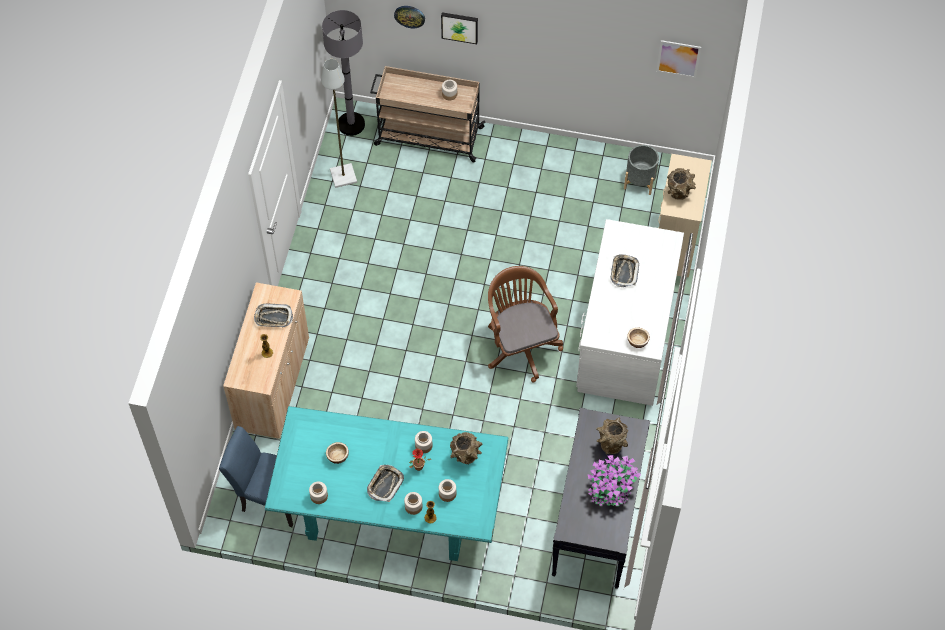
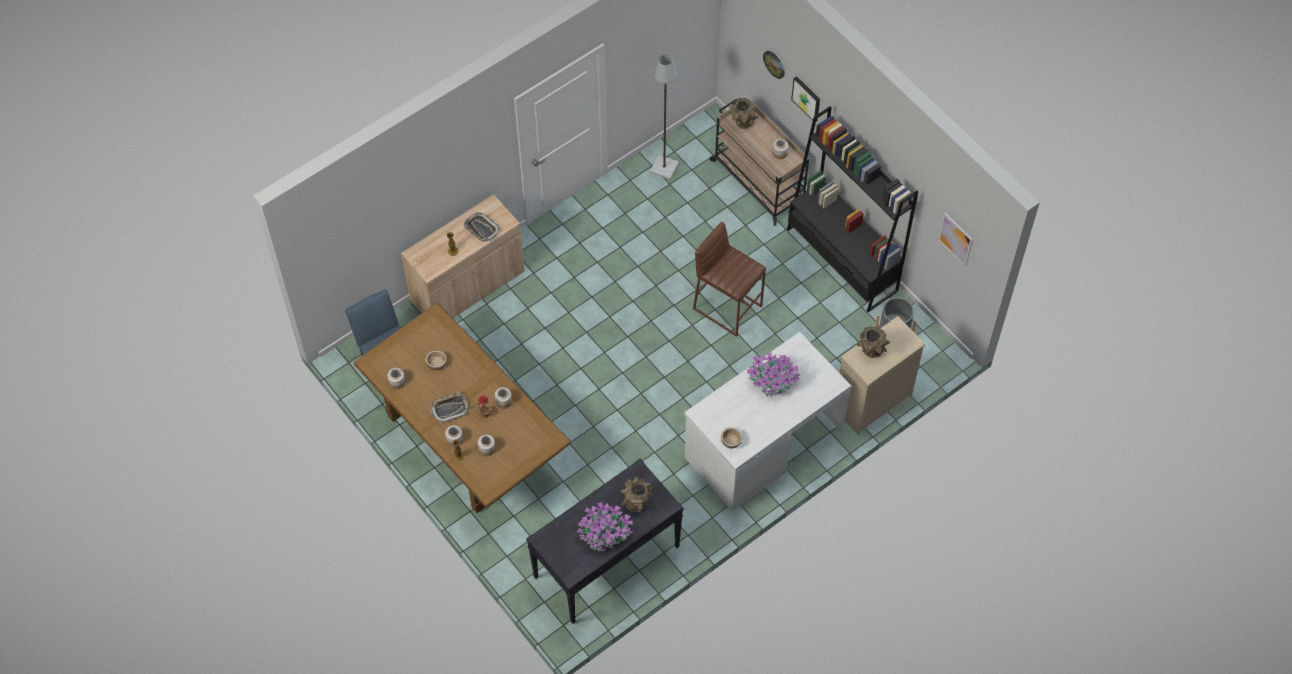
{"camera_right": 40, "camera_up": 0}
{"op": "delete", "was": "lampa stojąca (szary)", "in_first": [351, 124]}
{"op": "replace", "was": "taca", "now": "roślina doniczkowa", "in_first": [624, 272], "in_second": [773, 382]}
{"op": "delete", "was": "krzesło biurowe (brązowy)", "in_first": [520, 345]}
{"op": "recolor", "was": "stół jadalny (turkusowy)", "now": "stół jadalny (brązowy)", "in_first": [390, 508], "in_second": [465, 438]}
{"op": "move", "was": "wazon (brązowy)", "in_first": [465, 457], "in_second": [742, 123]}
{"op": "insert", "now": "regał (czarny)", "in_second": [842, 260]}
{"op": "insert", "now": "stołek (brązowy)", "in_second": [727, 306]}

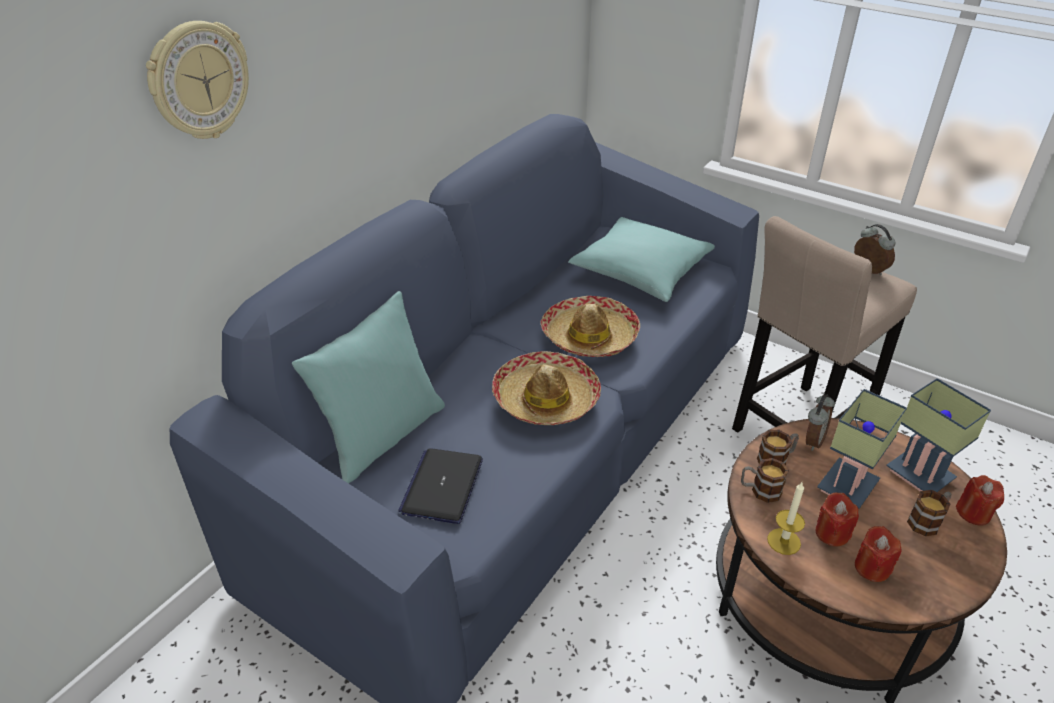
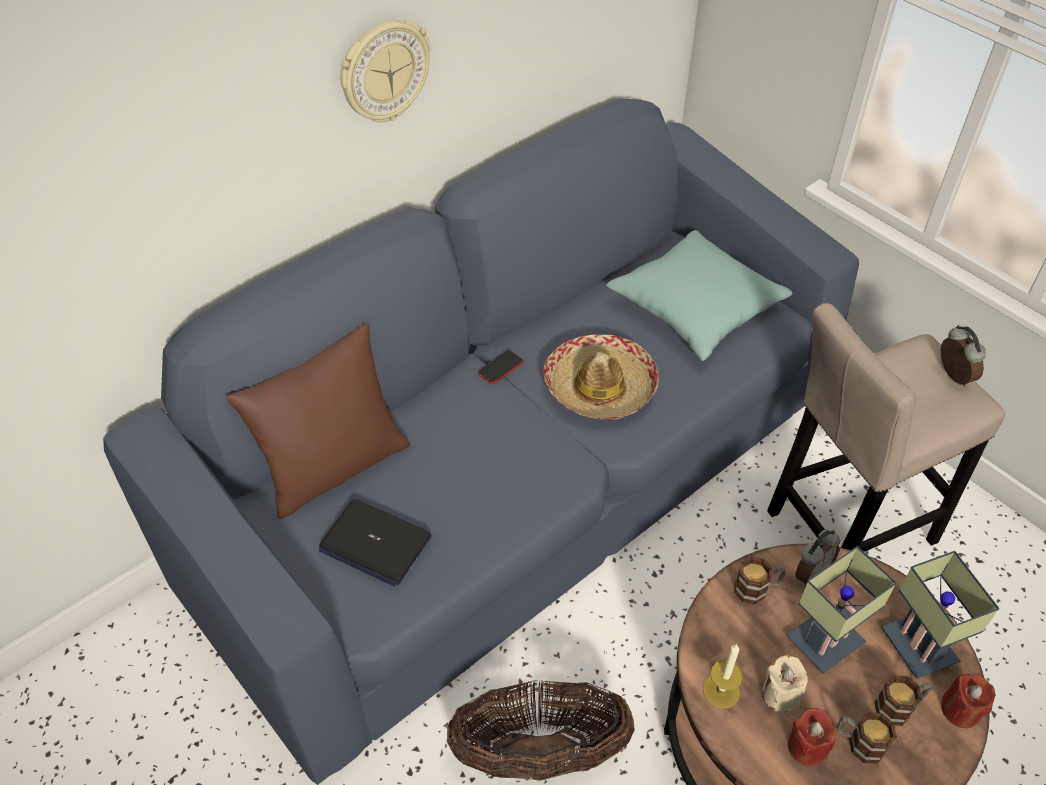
{"camera_right": 15, "camera_up": 10}
{"op": "move", "was": "zegar ścienny", "in_first": [199, 81], "in_second": [384, 71]}
{"op": "recolor", "was": "poduszka (turkusowy)", "now": "poduszka (brązowy)", "in_first": [382, 436], "in_second": [334, 468]}
{"op": "delete", "was": "kapelusz", "in_first": [545, 399]}
{"op": "rotate", "was": "laptop", "in_first": [442, 486], "in_second": [374, 543], "clockwise": -90}
{"op": "move", "was": "kubek", "in_first": [760, 490], "in_second": [859, 742]}
{"op": "recolor", "was": "świeca (czerwony)", "now": "świeca (beżowy)", "in_first": [831, 533], "in_second": [780, 694]}
{"op": "insert", "now": "telefon", "in_second": [500, 368]}
{"op": "insert", "now": "koszyk", "in_second": [539, 753]}

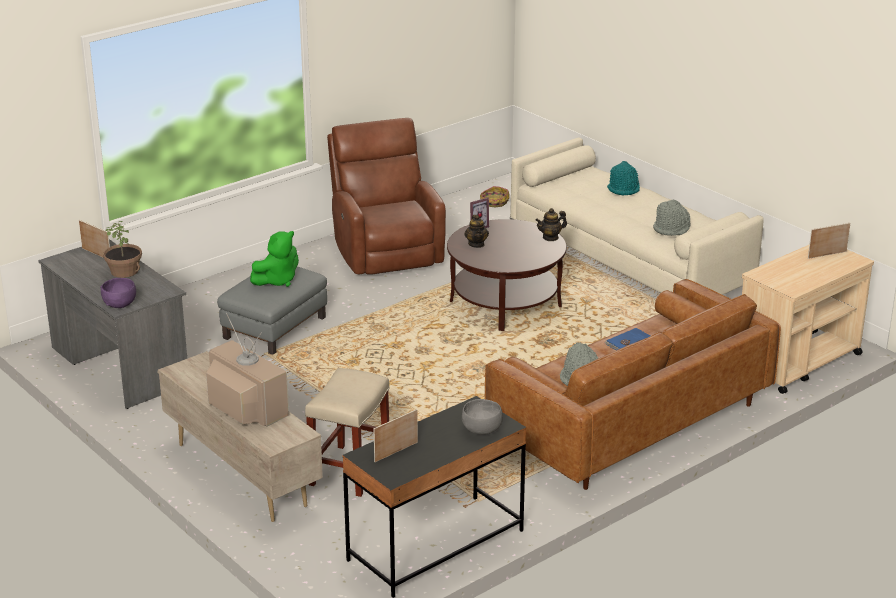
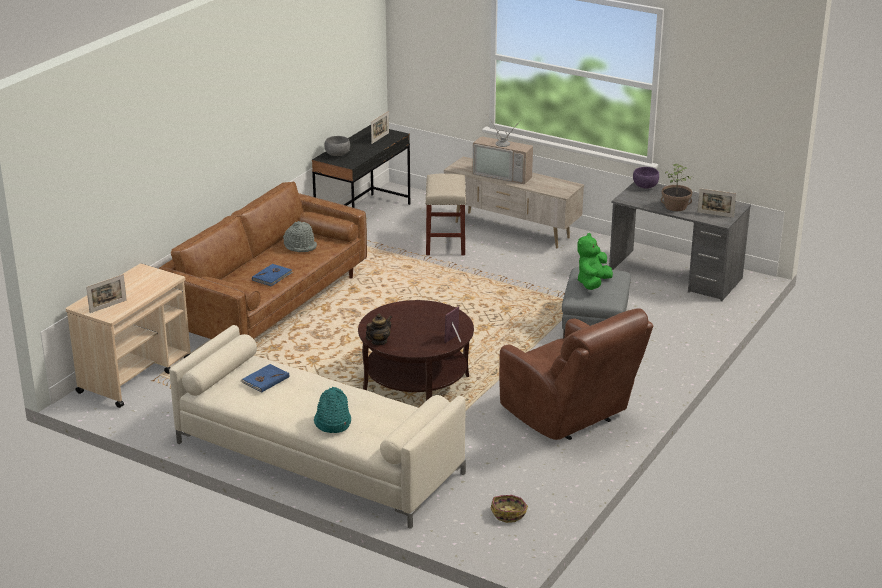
{"camera_right": 160, "camera_up": 0}
{"op": "replace", "was": "kapelusz (szary)", "now": "książka (niebieski)", "in_first": [672, 229], "in_second": [265, 380]}
{"op": "delete", "was": "imbryk", "in_first": [476, 244]}

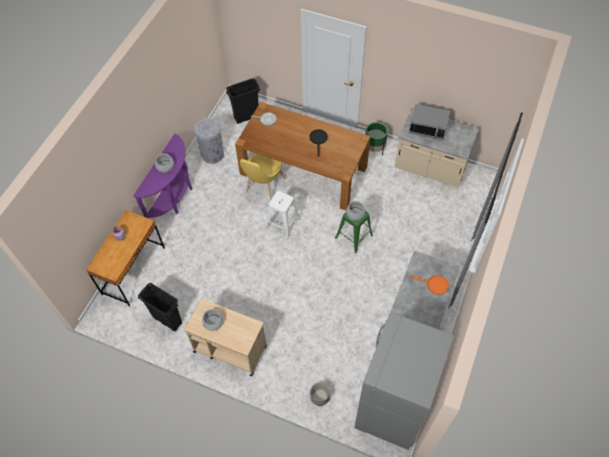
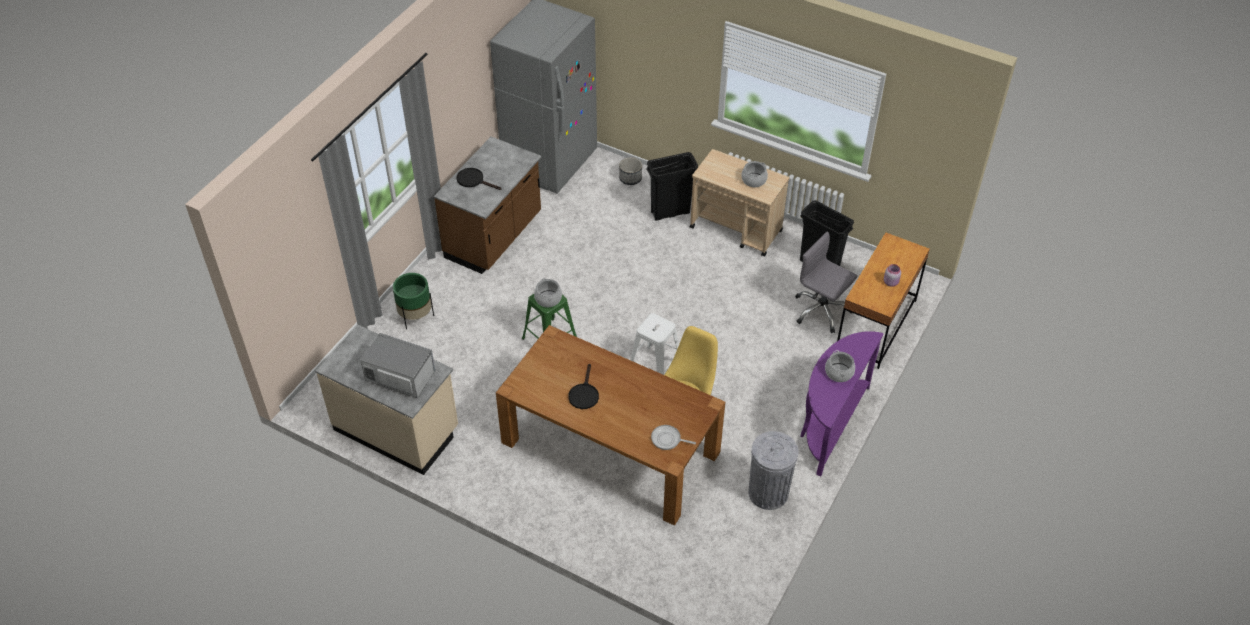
{"camera_right": -175, "camera_up": -10}
{"op": "move", "was": "kosz na śmieci (czarny)", "in_first": [246, 117], "in_second": [670, 212]}
{"op": "move", "was": "donica (zielony)", "in_first": [374, 149], "in_second": [415, 316]}
{"op": "recolor", "was": "patelnia (pomarańczowy)", "now": "patelnia (czarny)", "in_first": [434, 284], "in_second": [473, 180]}
{"op": "insert", "now": "krzesło biurowe (szary)", "in_second": [821, 310]}

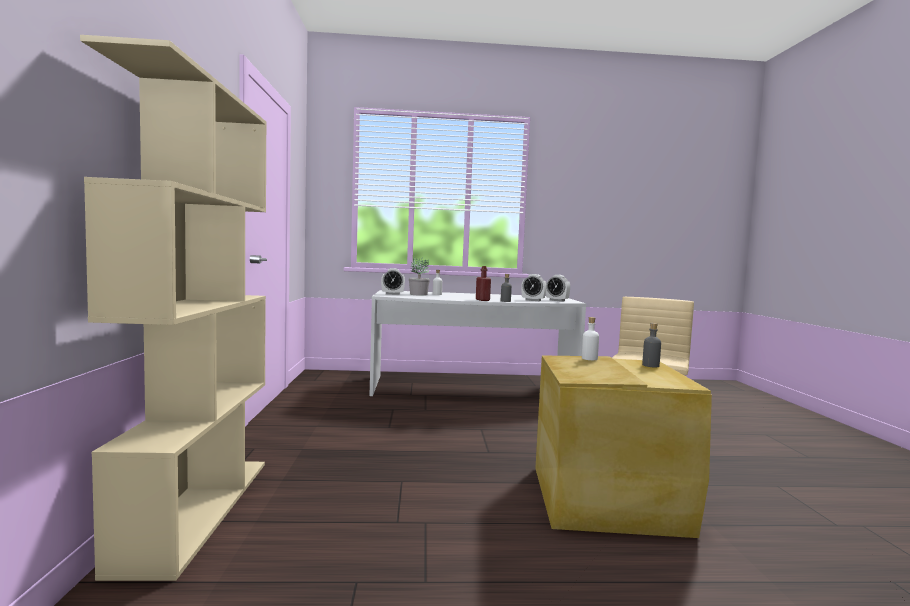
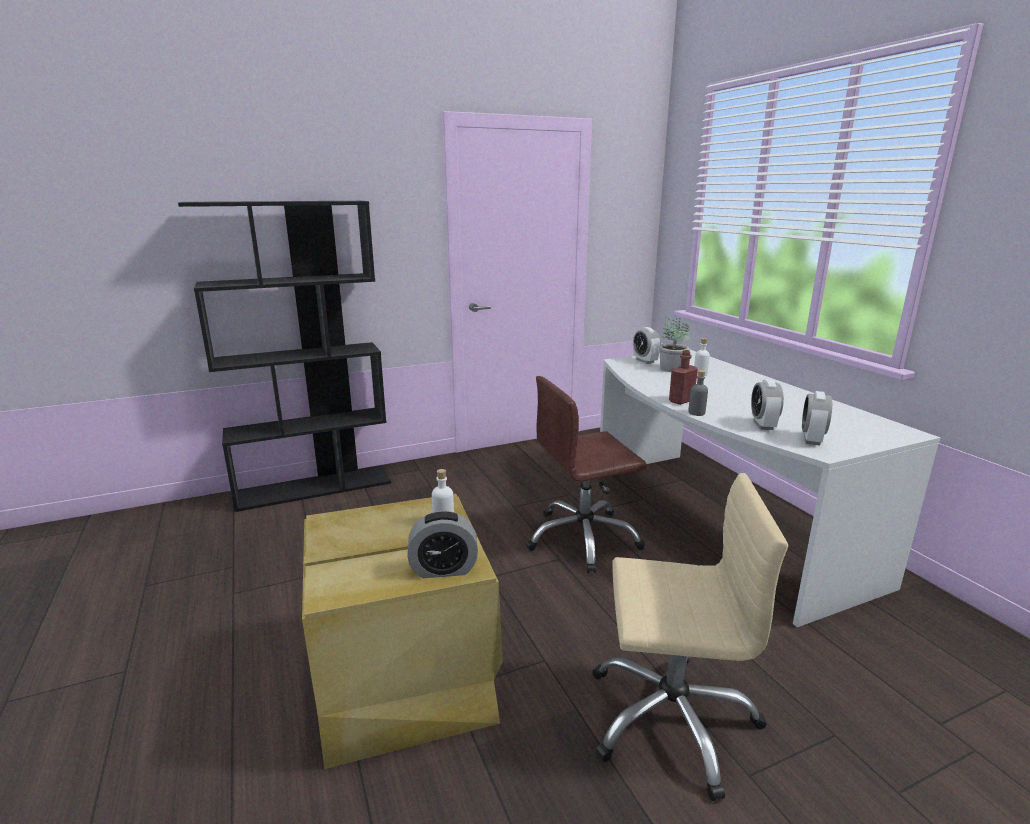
{"camera_right": 70, "camera_up": 15}
{"op": "recolor", "was": "regał (beżowy)", "now": "regał (czarny)", "in_first": [197, 509], "in_second": [315, 487]}
{"op": "replace", "was": "butelka (szary)", "now": "budzik", "in_first": [650, 365], "in_second": [443, 569]}
{"op": "insert", "now": "krzesło biurowe (brązowy)", "in_second": [583, 539]}

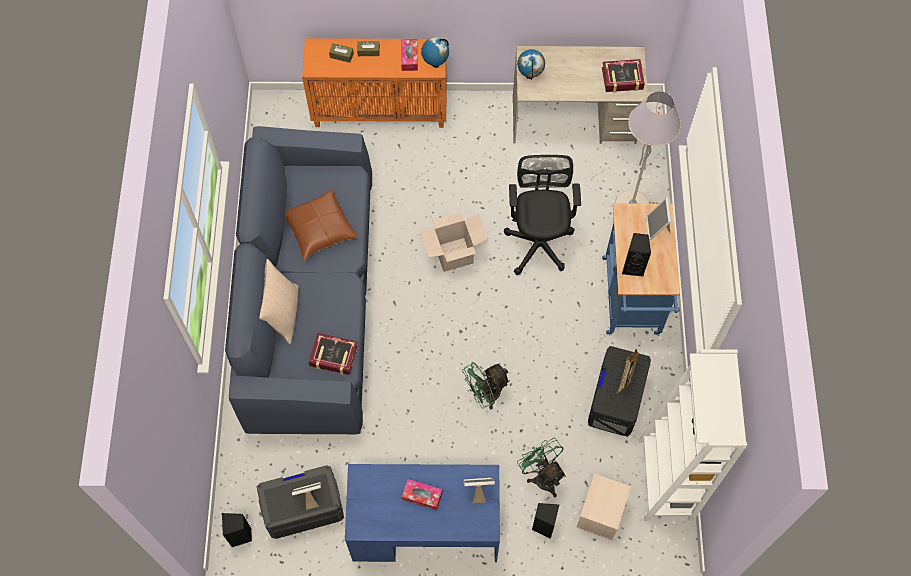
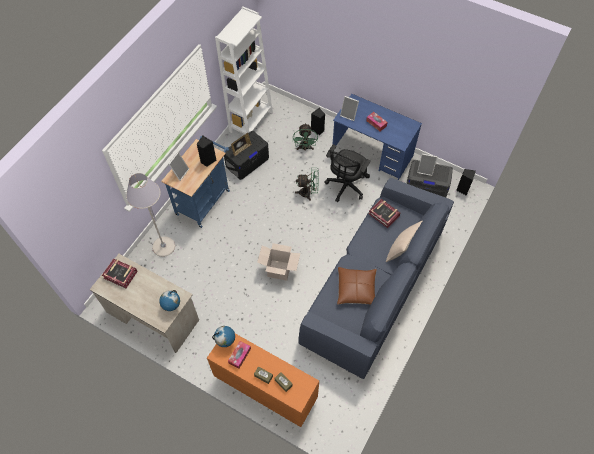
{"camera_right": -150, "camera_up": -5}
{"op": "move", "was": "krzesło biurowe (czarny)", "in_first": [539, 241], "in_second": [346, 186]}
{"op": "delete", "was": "pojemnik do przechowywania (beżowy)", "in_first": [601, 513]}

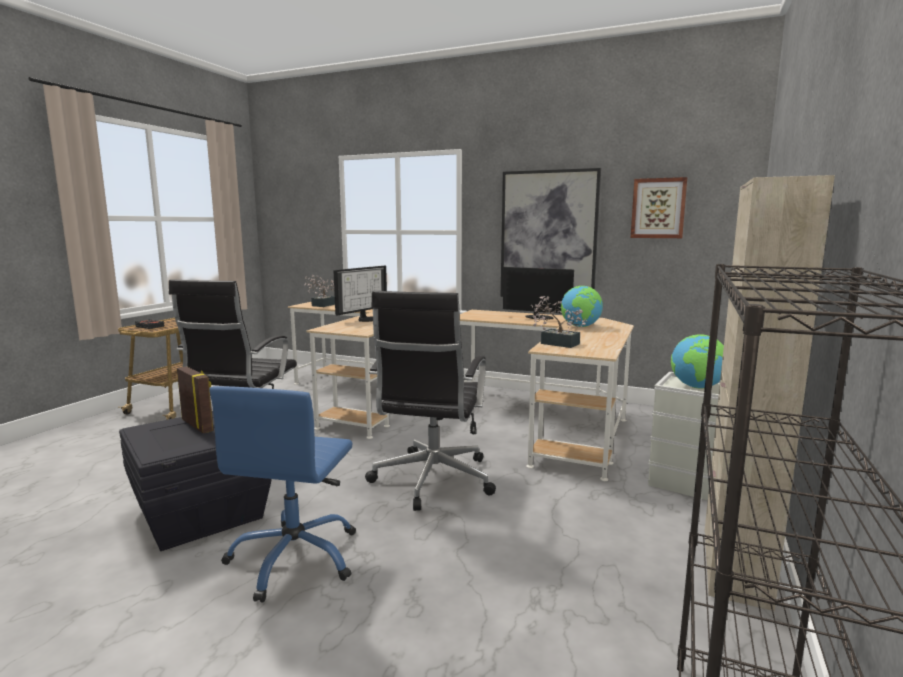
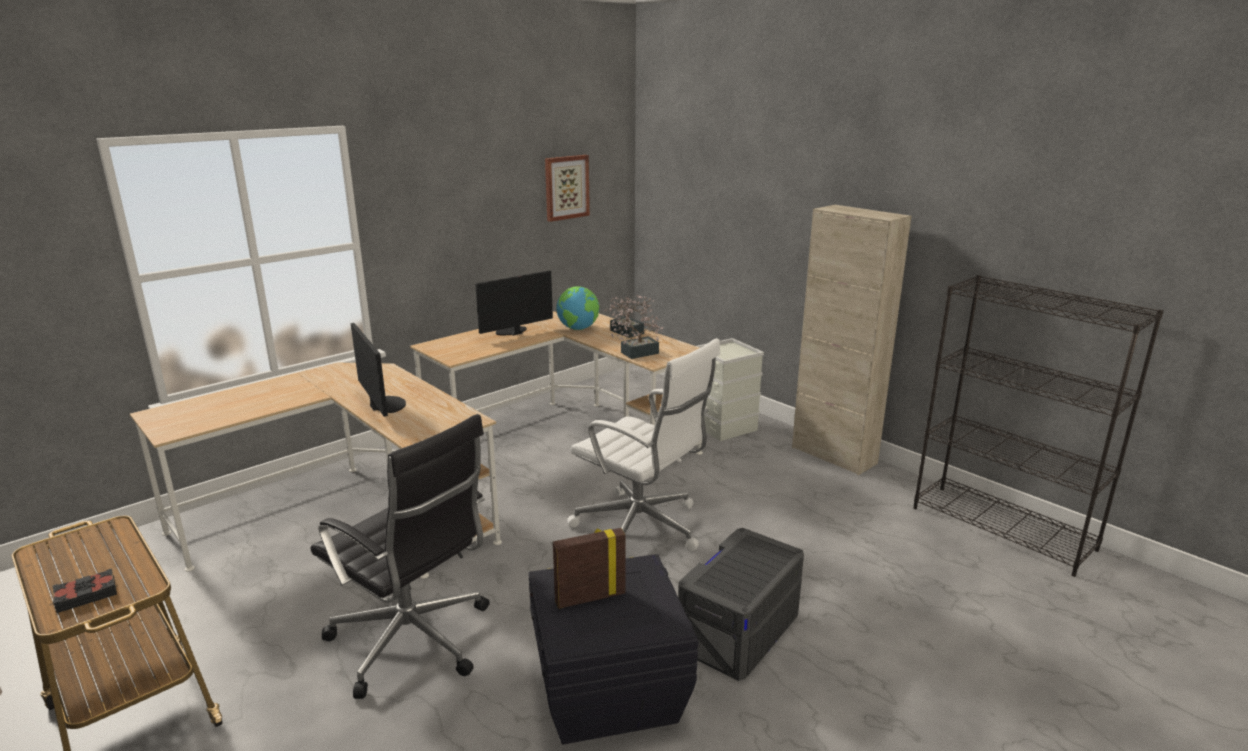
{"camera_right": -65, "camera_up": 10}
{"op": "delete", "was": "obraz", "in_first": [548, 235]}
{"op": "move", "was": "roślina doniczkowa", "in_first": [322, 305], "in_second": [629, 333]}
{"op": "recolor", "was": "krzesło biurowe (czarny)", "now": "krzesło biurowe (biały)", "in_first": [431, 481], "in_second": [642, 529]}
{"op": "delete", "was": "globus", "in_first": [697, 387]}
{"op": "replace", "was": "krzesło biurowe (niebieski)", "now": "pojemnik do przechowywania (szary)", "in_first": [295, 558], "in_second": [739, 630]}

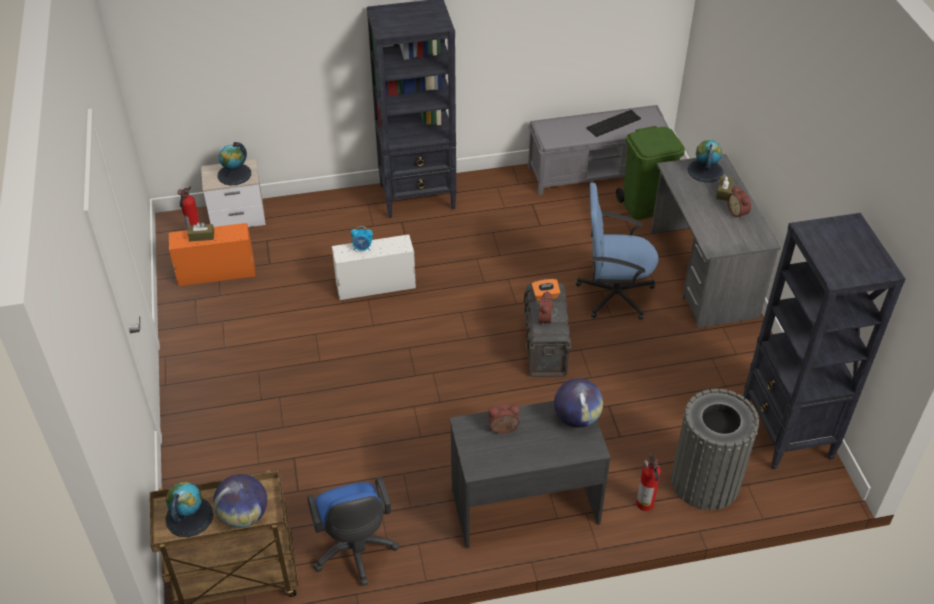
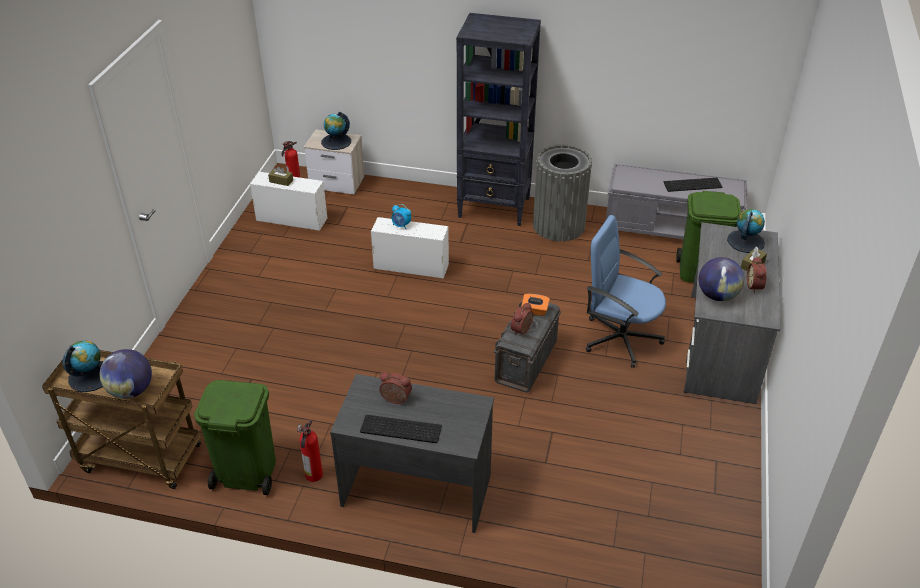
{"camera_right": 25, "camera_up": -5}
{"op": "delete", "was": "regał (czarny)", "in_first": [786, 432]}
{"op": "recolor", "was": "pojemnik do przechowywania (pomarańczowy)", "now": "pojemnik do przechowywania (biały)", "in_first": [215, 273], "in_second": [290, 219]}
{"op": "move", "was": "globus", "in_first": [576, 418], "in_second": [717, 295]}
{"op": "move", "was": "kosz na śmieci (szary)", "in_first": [705, 481], "in_second": [558, 226]}
{"op": "move", "was": "gaśnica", "in_first": [645, 504], "in_second": [313, 476]}
{"op": "replace", "was": "krzesło biurowe (niebieski)", "now": "kosz na śmieci (zielony)", "in_first": [354, 552], "in_second": [246, 472]}
{"op": "insert", "now": "klawiatura", "in_second": [400, 430]}

